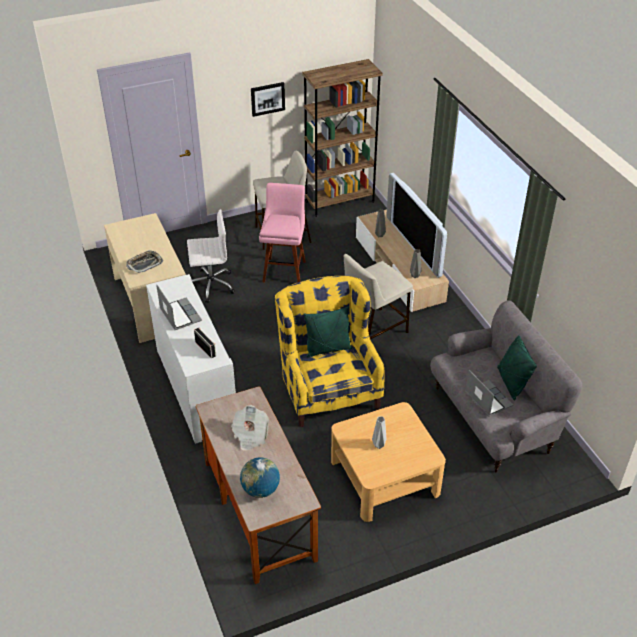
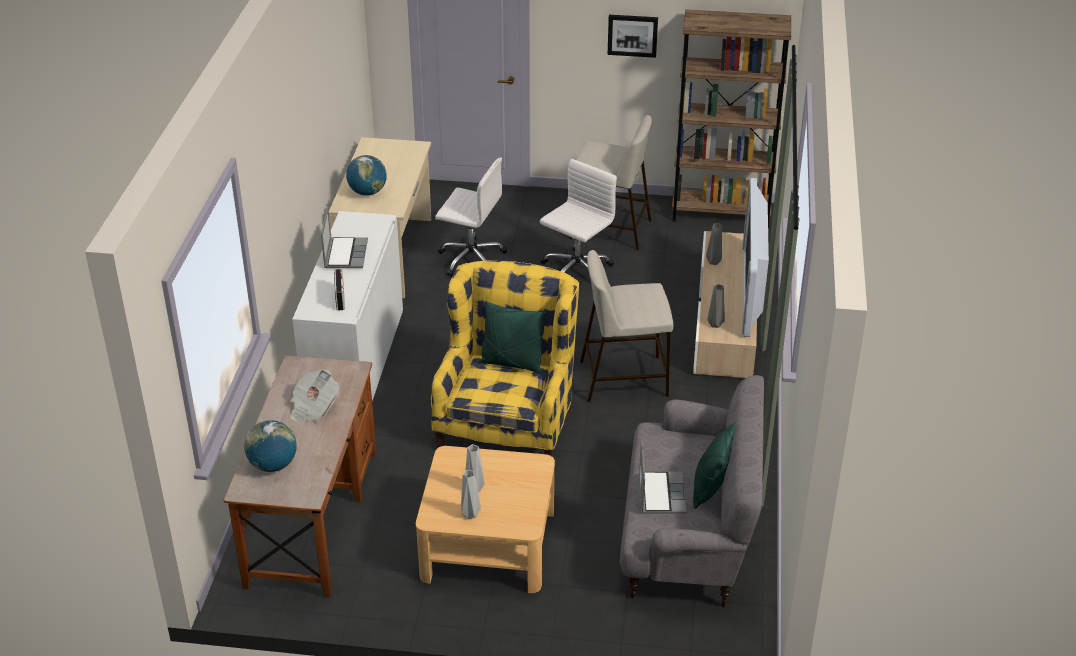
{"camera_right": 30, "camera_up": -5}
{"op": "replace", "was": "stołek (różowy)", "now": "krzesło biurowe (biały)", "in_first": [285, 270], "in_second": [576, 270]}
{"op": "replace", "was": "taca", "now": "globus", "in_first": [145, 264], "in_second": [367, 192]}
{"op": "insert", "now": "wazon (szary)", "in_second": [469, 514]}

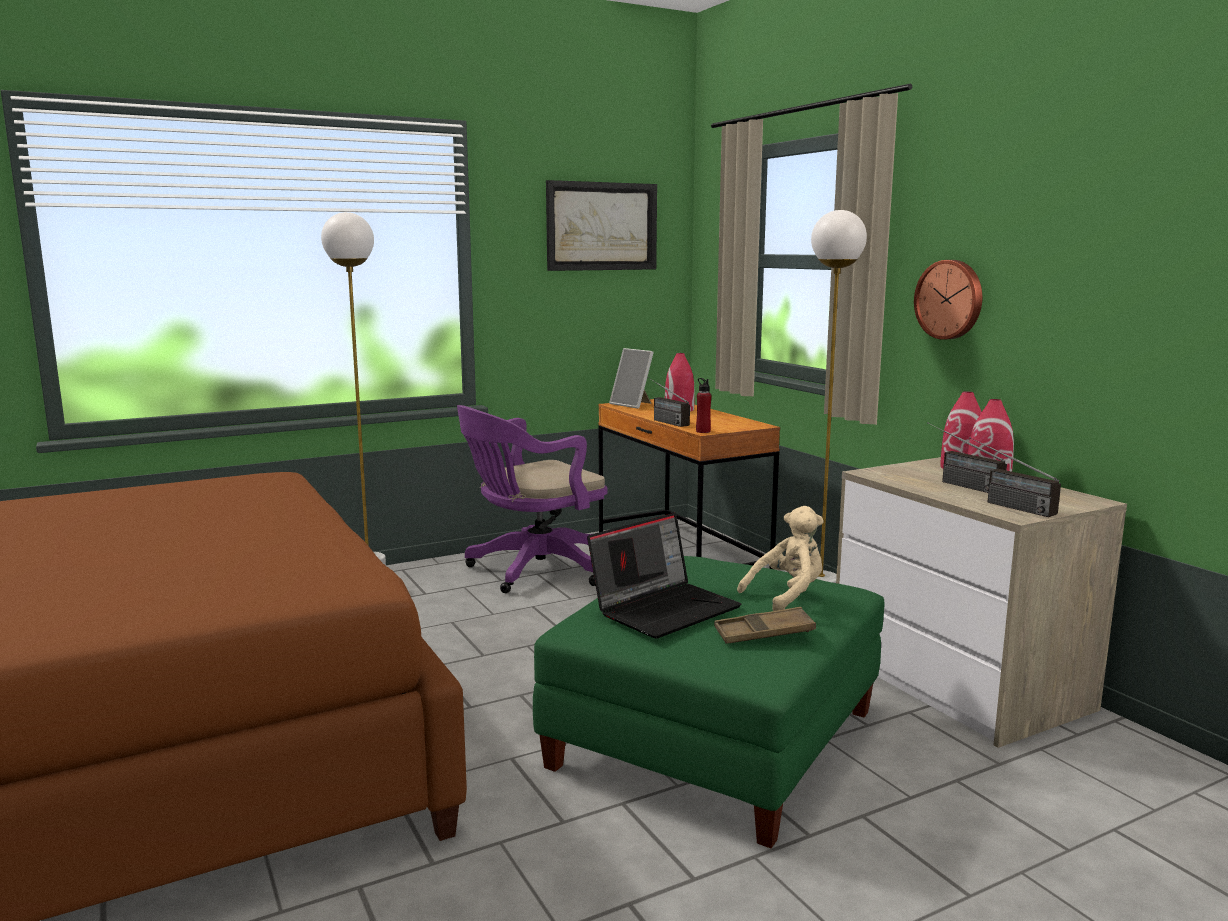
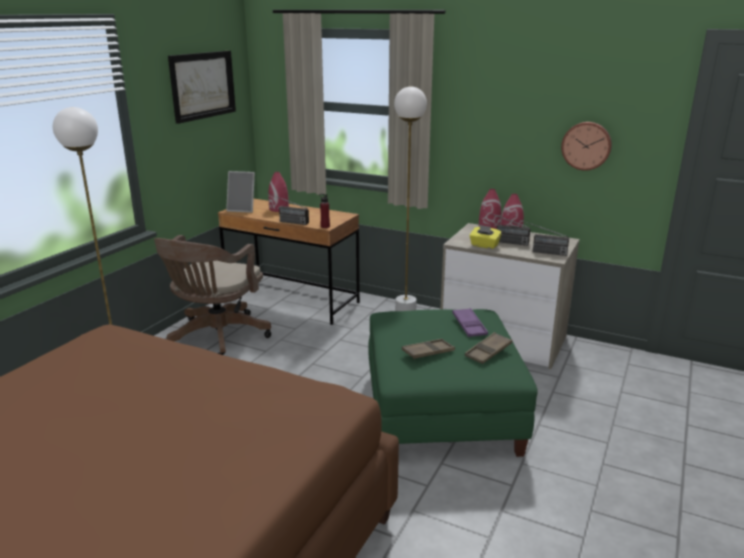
{"camera_right": -35, "camera_up": 10}
{"op": "move", "was": "zegar ścienny", "in_first": [950, 299], "in_second": [586, 145]}
{"op": "recolor", "was": "krzesło biurowe (fioletowy)", "now": "krzesło biurowe (brązowy)", "in_first": [533, 570], "in_second": [216, 338]}
{"op": "replace", "was": "pluszak (beżowy)", "now": "taca (fioletowy)", "in_first": [787, 596], "in_second": [469, 326]}
{"op": "replace", "was": "laptop", "now": "taca (brązowy)", "in_first": [665, 608], "in_second": [428, 352]}
{"op": "insert", "now": "pudełko chusteczek (żółty)", "in_second": [484, 245]}

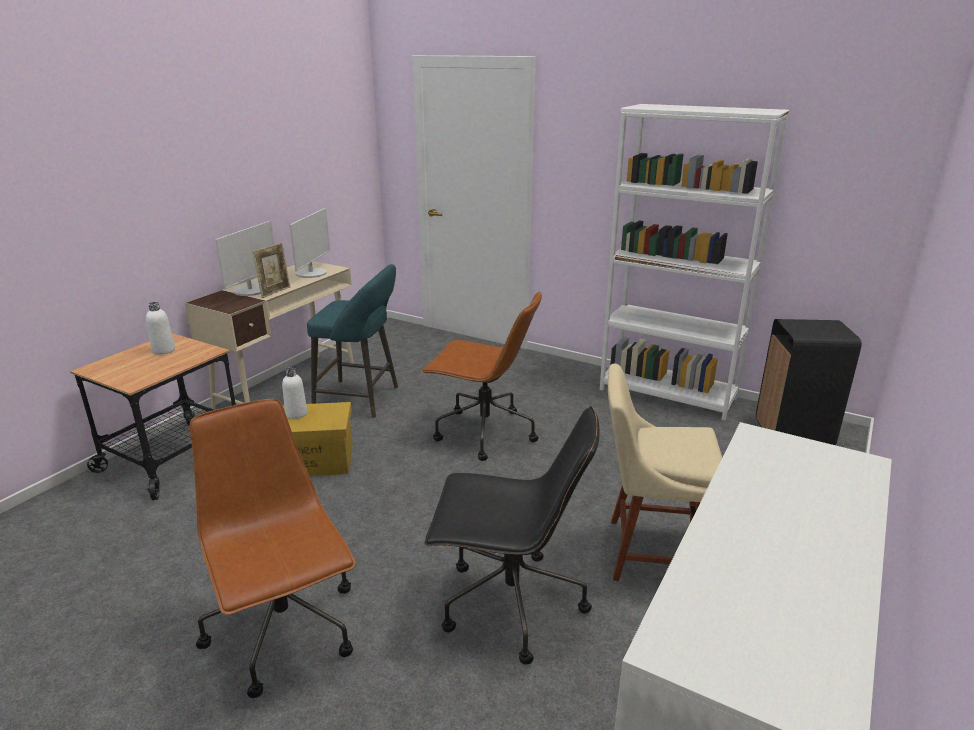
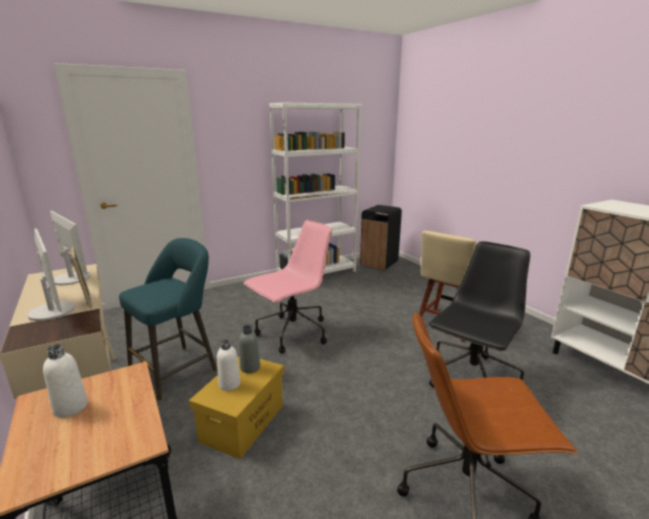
{"camera_right": -60, "camera_up": -5}
{"op": "recolor", "was": "krzesło biurowe (brązowy)", "now": "krzesło biurowe (różowy)", "in_first": [483, 433], "in_second": [292, 333]}
{"op": "insert", "now": "butelka (szary)", "in_second": [250, 367]}

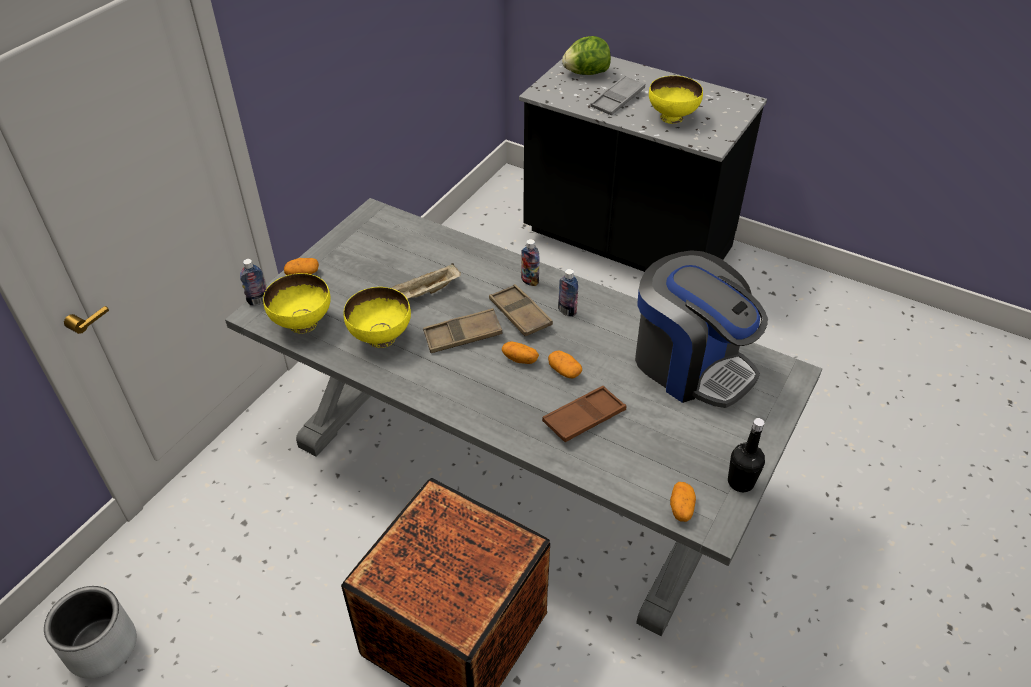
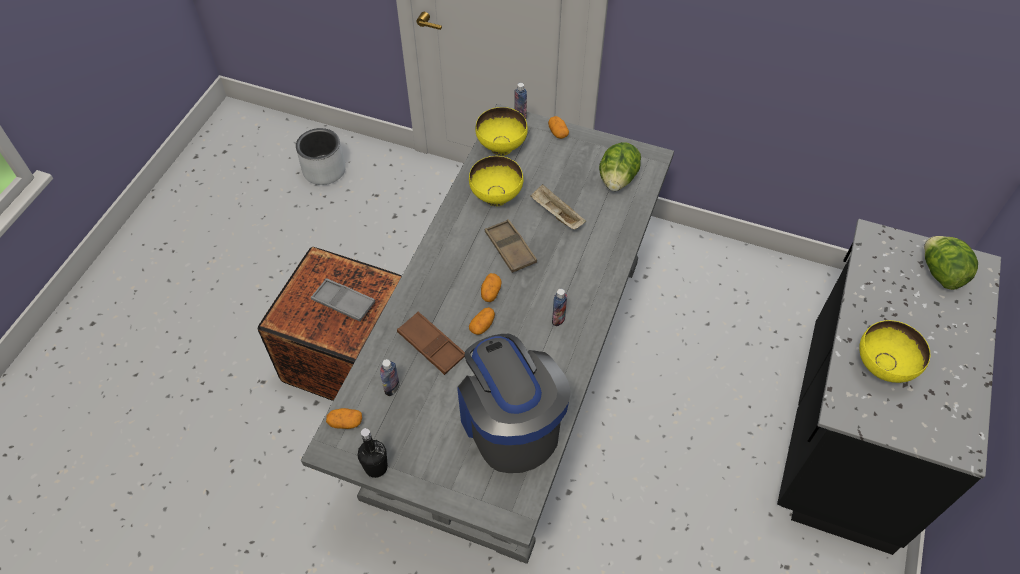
{"camera_right": 80, "camera_up": 10}
{"op": "move", "was": "taca (szary)", "in_first": [617, 100], "in_second": [343, 302]}
{"op": "move", "was": "butelka", "in_first": [530, 281], "in_second": [392, 388]}
{"op": "rotate", "was": "ekspres do kawy", "in_first": [690, 364], "in_second": [509, 424], "clockwise": 120}
{"op": "delete", "was": "taca (brązowy)", "in_first": [520, 314]}
{"op": "insert", "now": "sałata", "in_second": [617, 179]}

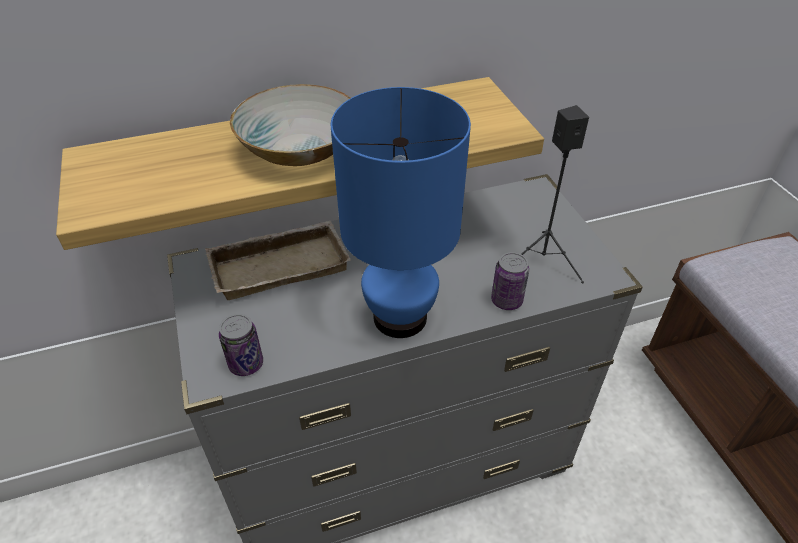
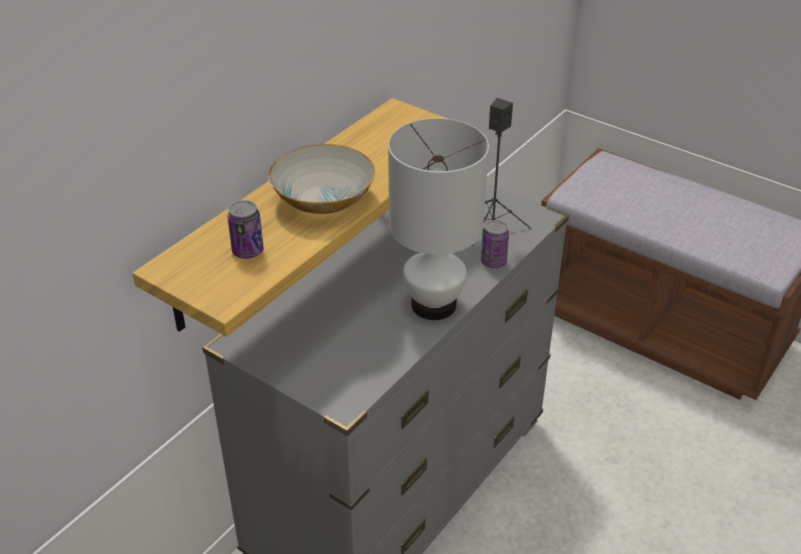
{"camera_right": -35, "camera_up": -5}
{"op": "recolor", "was": "lampa stołowa (niebieski)", "now": "lampa stołowa (biały)", "in_first": [398, 317], "in_second": [432, 305]}
{"op": "delete", "was": "taca (beżowy)", "in_first": [280, 264]}
{"op": "move", "was": "puszka", "in_first": [246, 364], "in_second": [248, 251]}

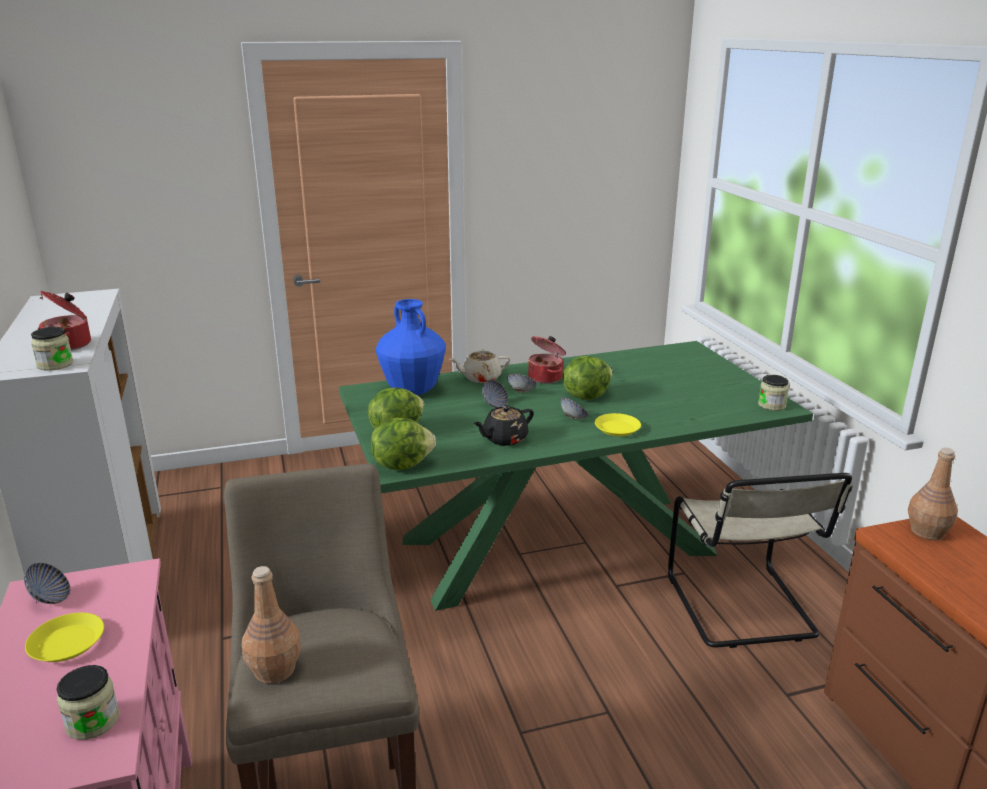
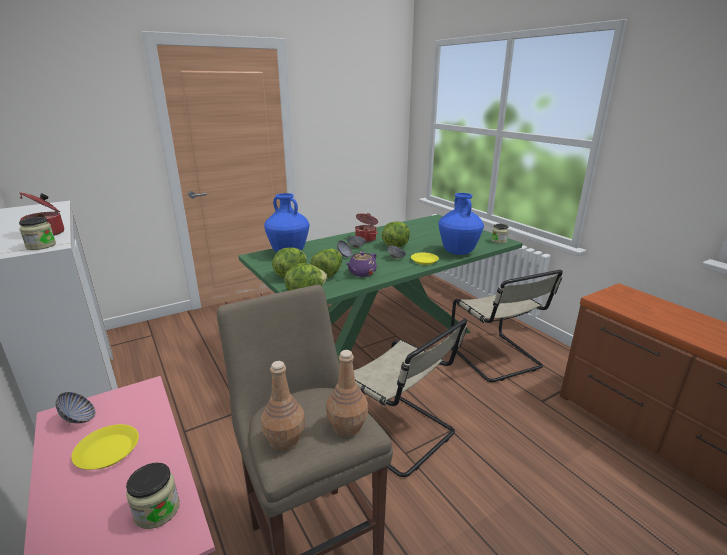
{"camera_right": -15, "camera_up": 0}
{"op": "delete", "was": "imbryk (beżowy)", "in_first": [480, 378]}
{"op": "recolor", "was": "imbryk (czarny)", "now": "imbryk (fioletowy)", "in_first": [504, 439], "in_second": [361, 273]}
{"op": "move", "was": "butelka (brązowy)", "in_first": [926, 532], "in_second": [347, 426]}
{"op": "insert", "now": "wazon (niebieski)", "in_second": [458, 253]}
{"op": "insert", "now": "sałata", "in_second": [328, 274]}
{"op": "insert", "now": "krzesło (beżowy)", "in_second": [400, 434]}

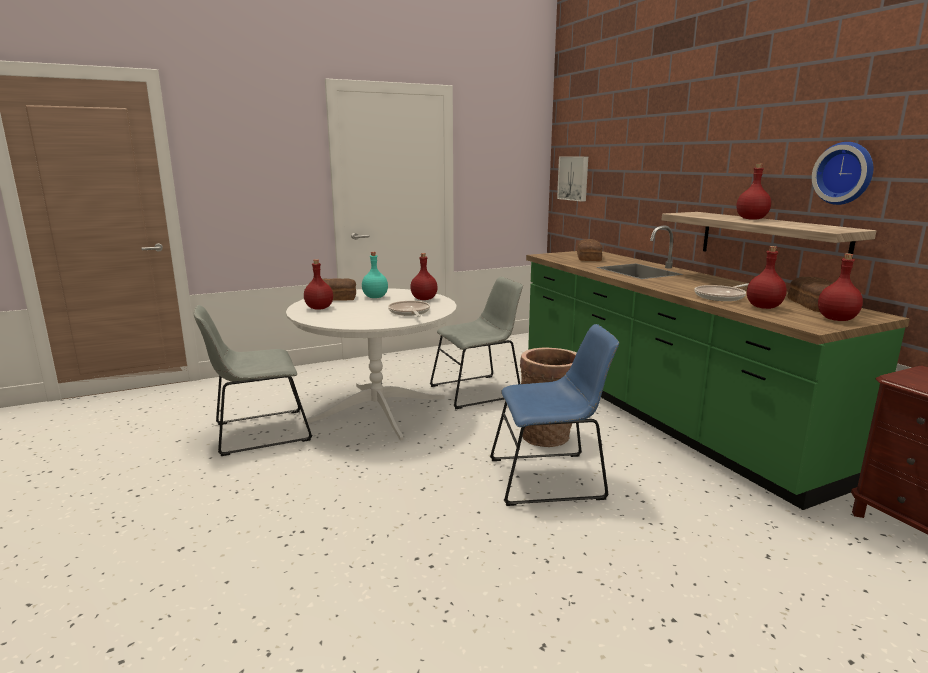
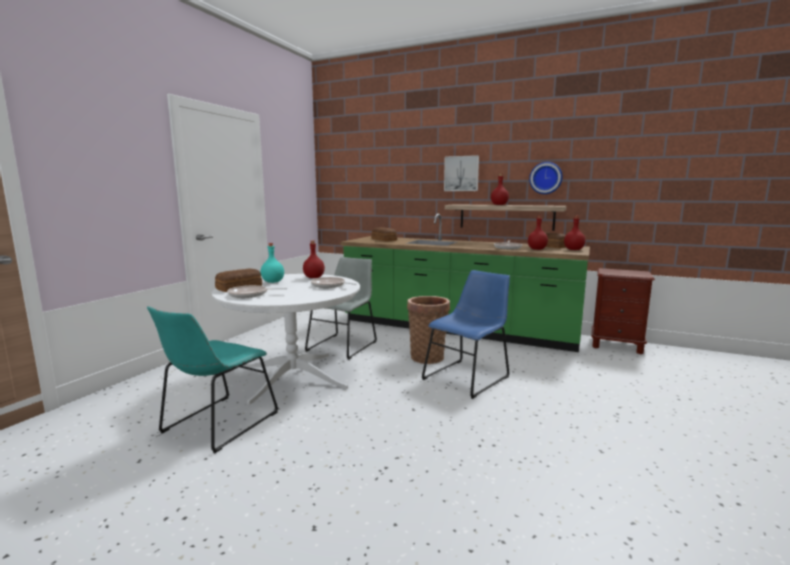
{"camera_right": -40, "camera_up": -5}
{"op": "move", "was": "obraz", "in_first": [574, 178], "in_second": [461, 173]}
{"op": "replace", "was": "butelka (czerwony)", "now": "patelnia", "in_first": [319, 308], "in_second": [250, 295]}
{"op": "recolor", "was": "krzesło (szary)", "now": "krzesło (turkusowy)", "in_first": [257, 432], "in_second": [217, 424]}

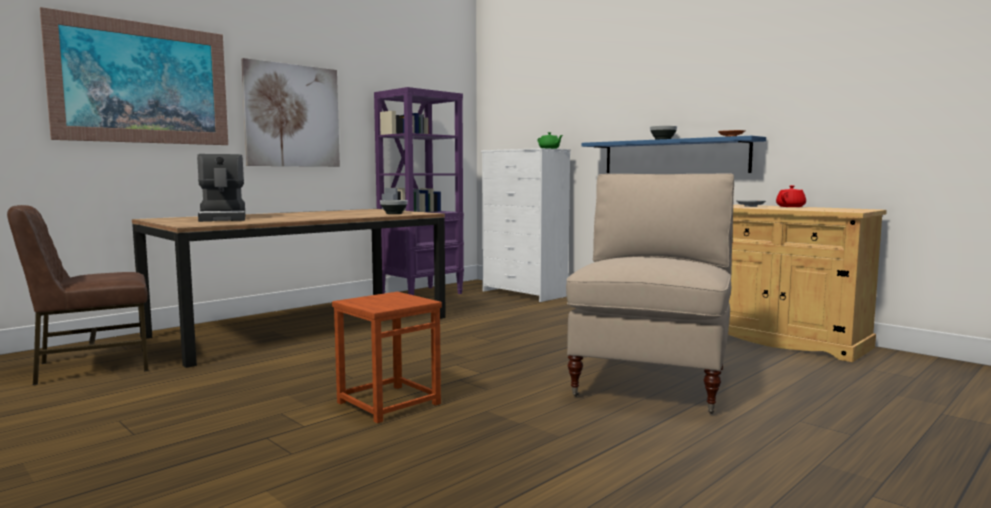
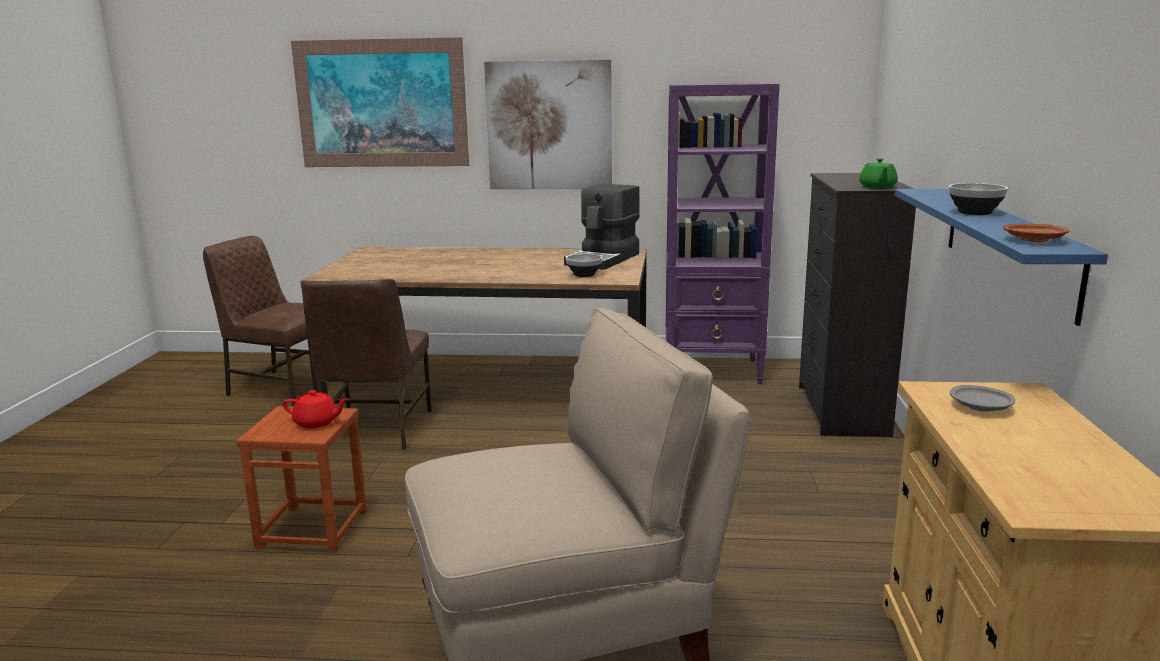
{"camera_right": 50, "camera_up": 10}
{"op": "recolor", "was": "komoda (biały)", "now": "komoda (czarny)", "in_first": [524, 294], "in_second": [841, 410]}
{"op": "move", "was": "ekspres do kawy", "in_first": [224, 218], "in_second": [604, 259]}
{"op": "move", "was": "imbryk (czerwony)", "in_first": [791, 207], "in_second": [316, 423]}
{"op": "insert", "now": "krzesło (brązowy)", "in_second": [376, 430]}

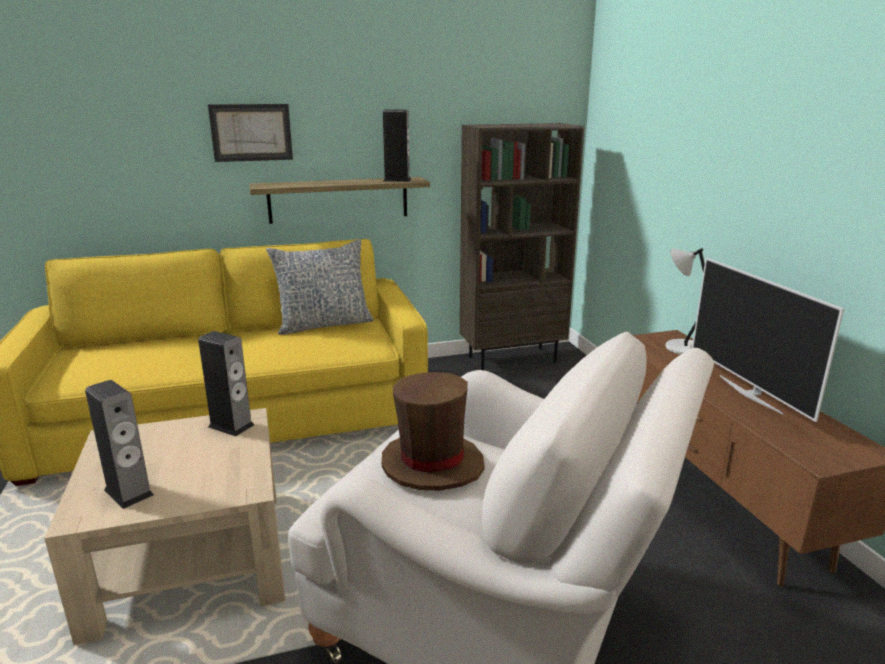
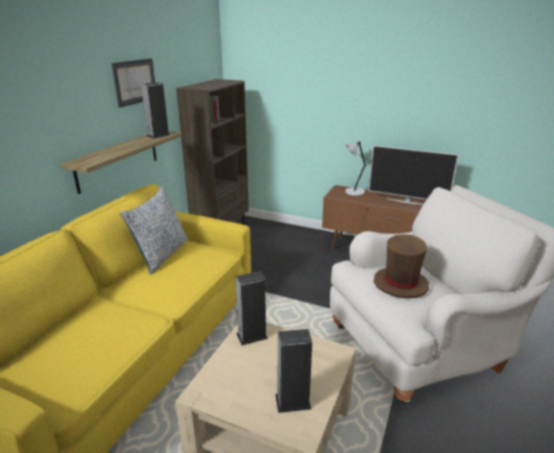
{"camera_right": -50, "camera_up": 5}
{"op": "move", "was": "obraz", "in_first": [251, 132], "in_second": [135, 82]}

